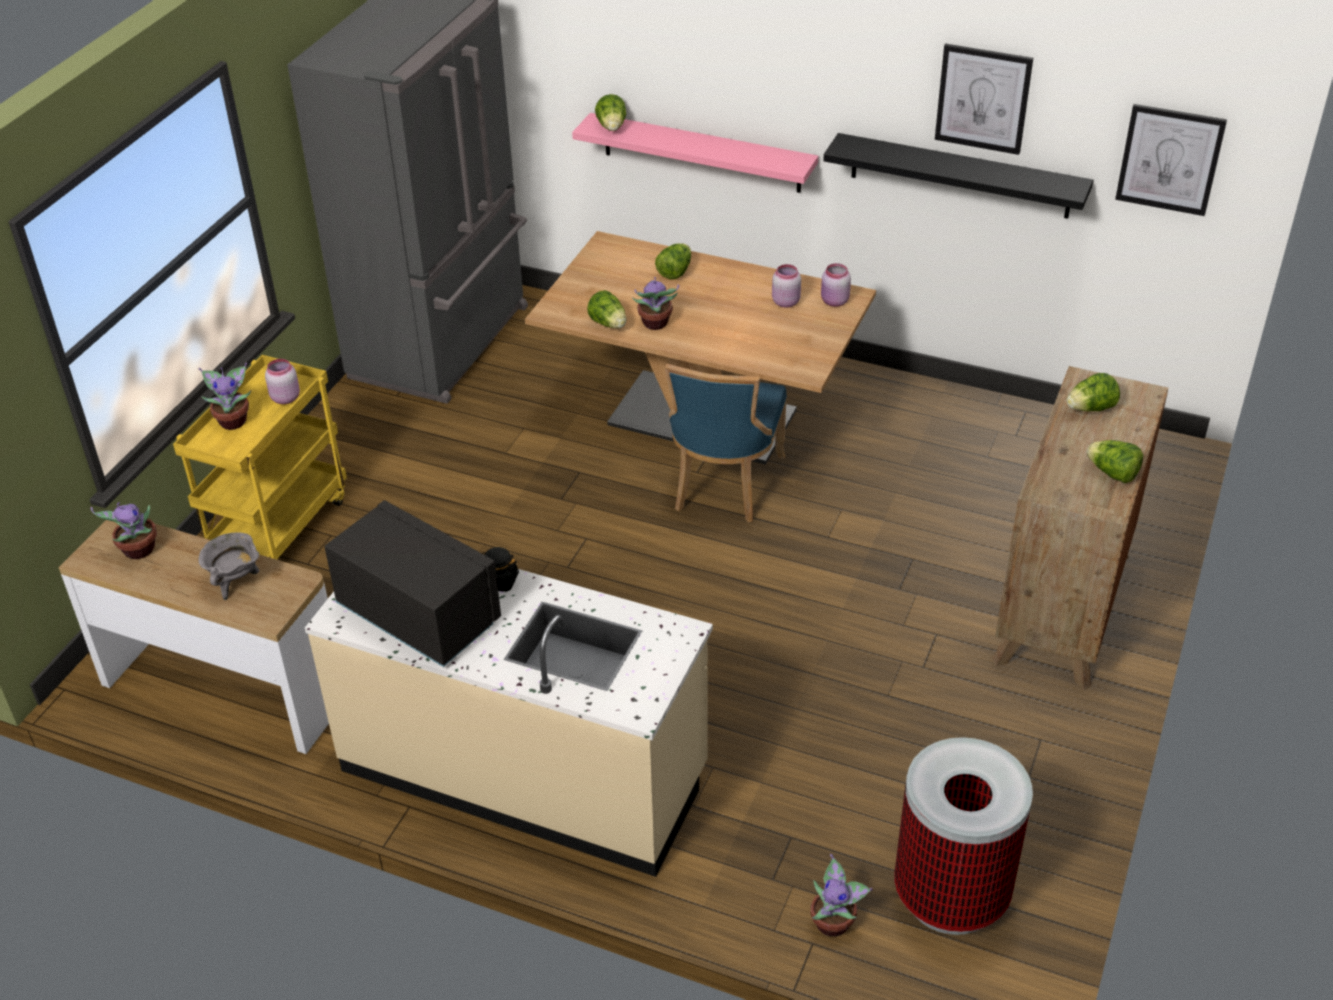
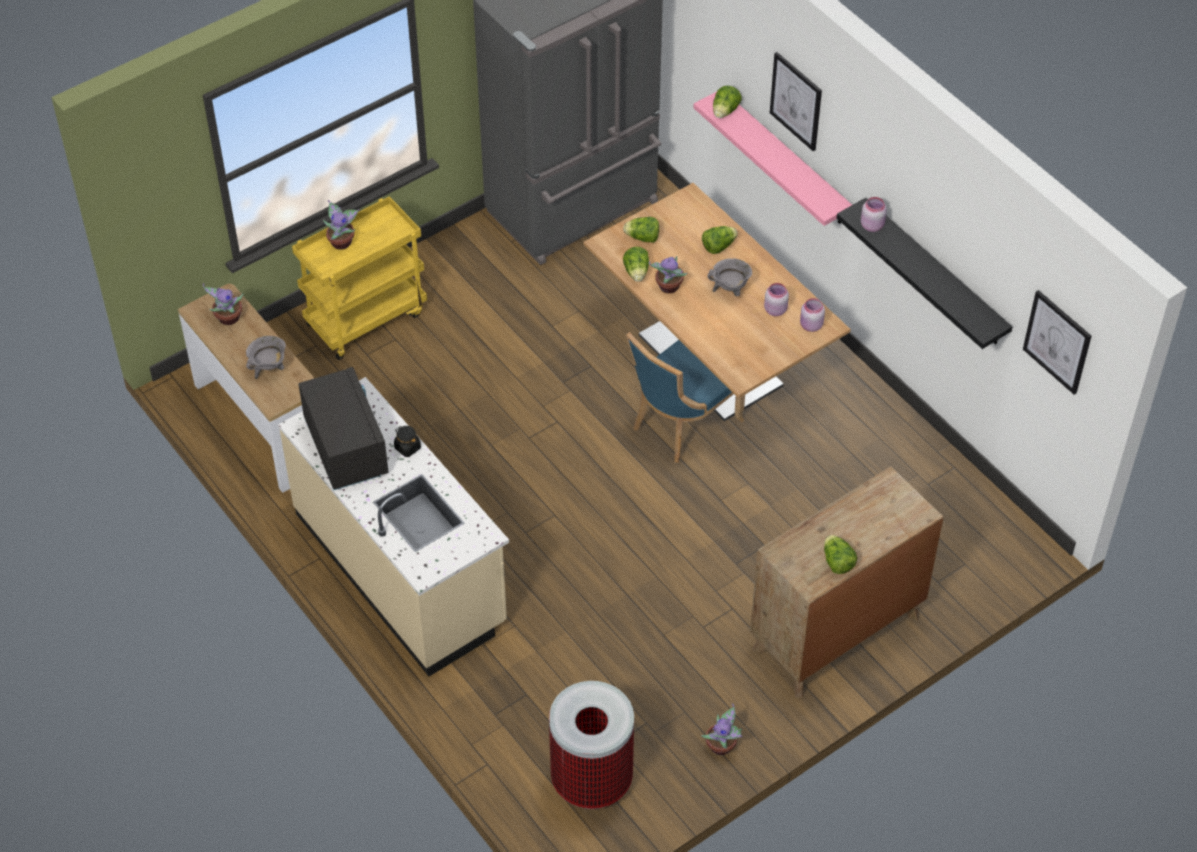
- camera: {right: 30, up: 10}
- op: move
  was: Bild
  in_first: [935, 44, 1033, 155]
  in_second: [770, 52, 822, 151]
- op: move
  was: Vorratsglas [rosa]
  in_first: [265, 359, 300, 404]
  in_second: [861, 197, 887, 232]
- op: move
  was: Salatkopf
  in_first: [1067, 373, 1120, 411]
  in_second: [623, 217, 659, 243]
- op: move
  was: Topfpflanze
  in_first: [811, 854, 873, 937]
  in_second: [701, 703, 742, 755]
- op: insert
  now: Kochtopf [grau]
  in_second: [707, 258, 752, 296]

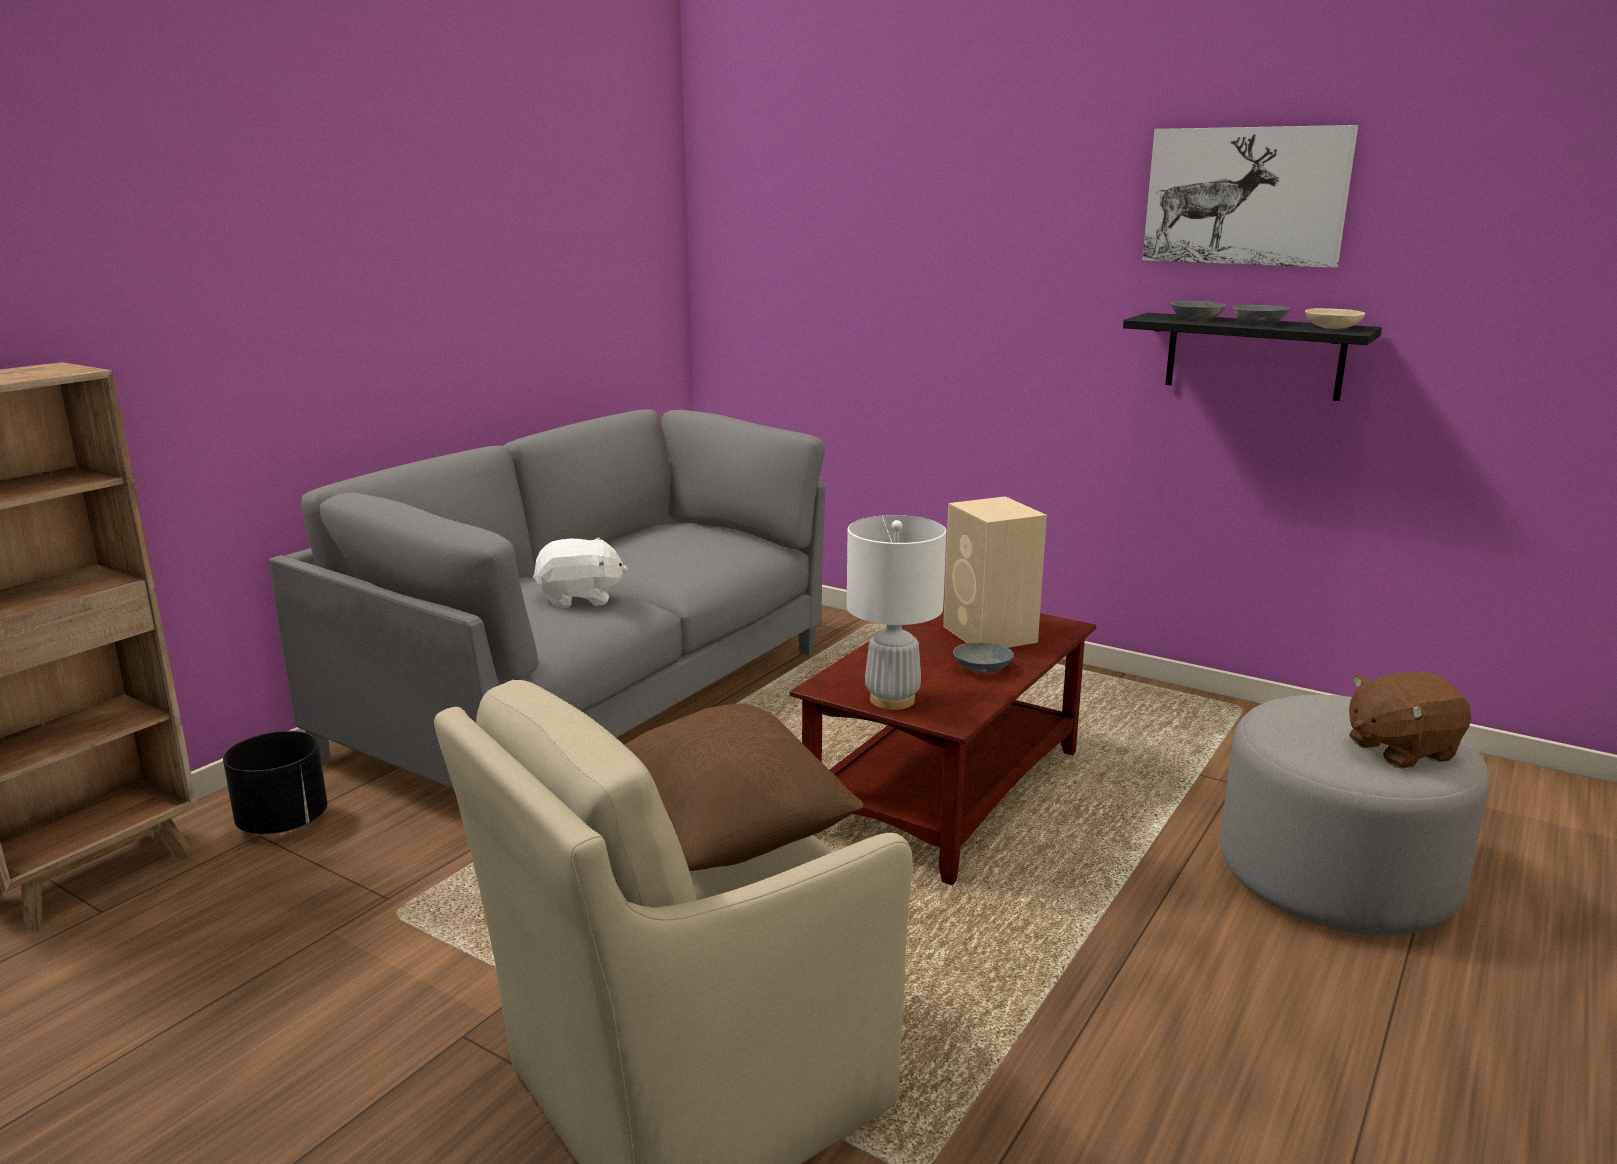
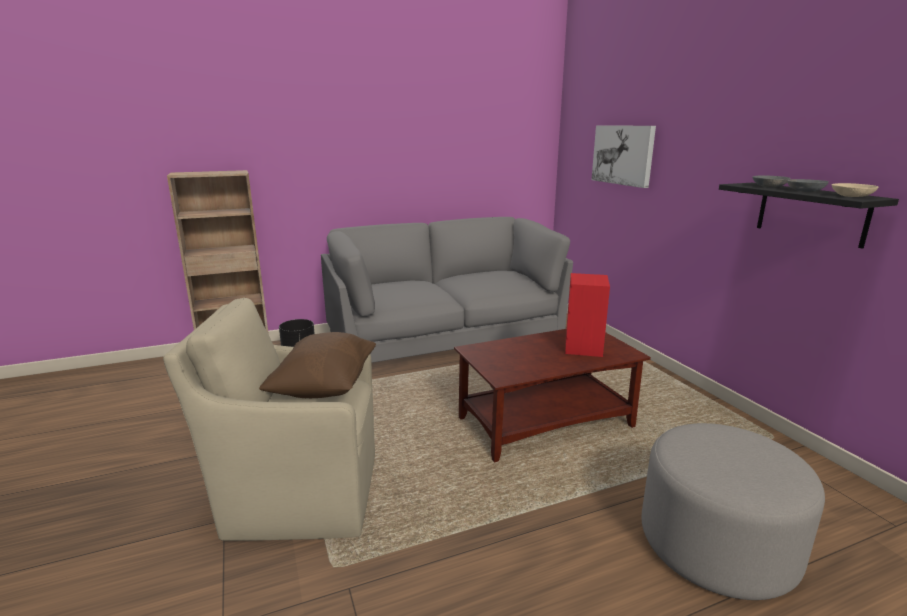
- camera: {right: 35, up: 0}
- op: move
  was: Bild
  in_first: [1143, 125, 1358, 268]
  in_second: [591, 126, 656, 188]
- op: recolor
  was: Lautsprecher [beige]
  now: Lautsprecher [rot]
  in_first: [943, 496, 1047, 648]
  in_second: [565, 273, 610, 357]
- op: delete
  was: Tischlampe [weiß]
  in_first: [847, 515, 946, 710]
- op: delete
  was: Plüschtier [weiß]
  in_first: [533, 538, 628, 608]
- op: delete
  was: Schüssel [grau]
  in_first: [953, 642, 1014, 673]
- op: delete
  was: Plüschtier [braun]
  in_first: [1349, 672, 1472, 768]

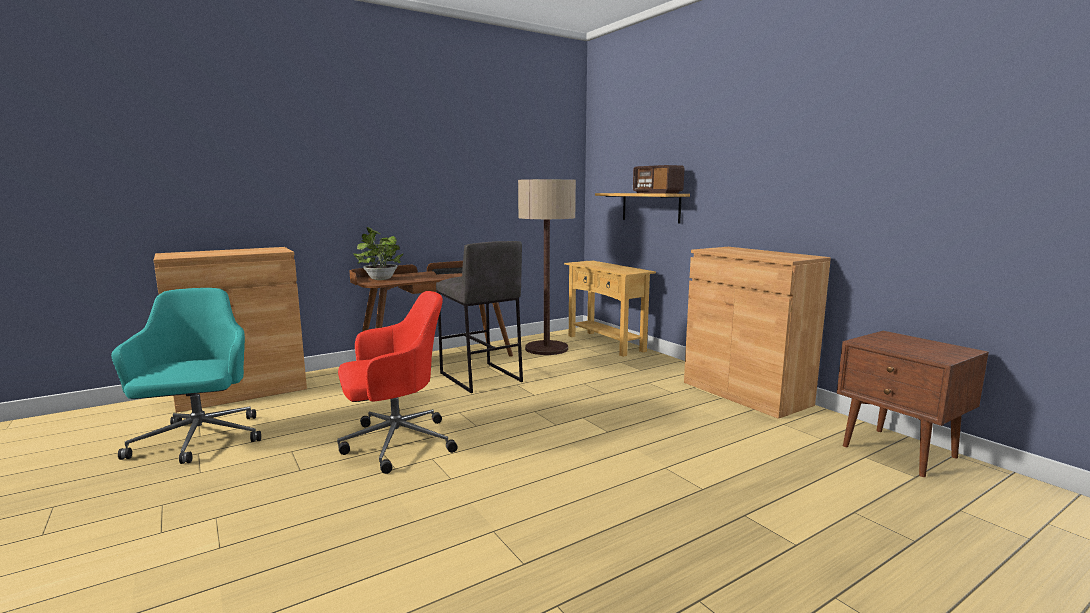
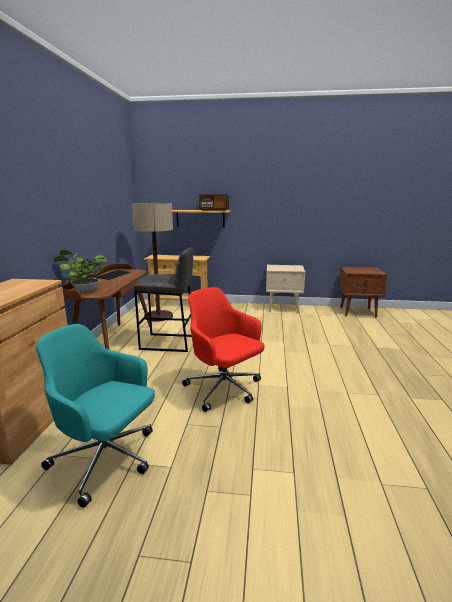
- camera: {right: -50, up: 5}
- op: replace
  was: Schrank [braun]
  now: Nachttisch [beige]
  in_first: [684, 247, 831, 419]
  in_second: [266, 265, 305, 313]
- op: rotate
  was: Bürostuhl [rot]
  in_first: [337, 291, 457, 474]
  in_second: [182, 287, 265, 412]
  clockwise: -60

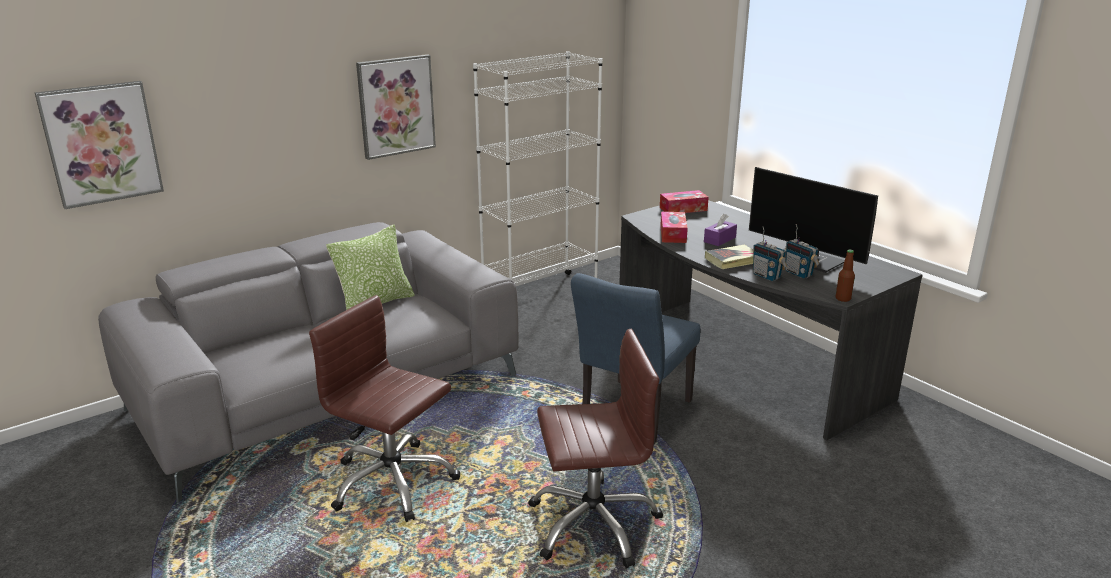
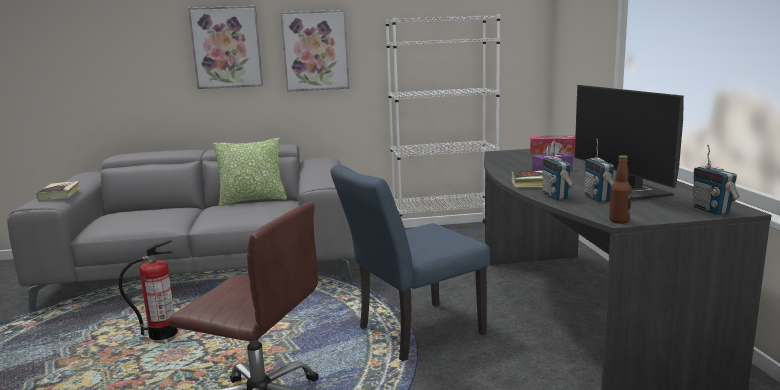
- camera: {right: 30, up: -10}
- op: move
  was: Bild
  in_first: [35, 81, 164, 209]
  in_second: [188, 6, 263, 89]
- op: delete
  was: Taschentuchbox
  in_first: [660, 212, 688, 243]
- op: replace
  was: Bürostuhl [braun]
  now: Feuerlöscher
  in_first: [309, 295, 460, 522]
  in_second: [118, 240, 178, 340]
- op: insert
  now: Radio
  in_second: [693, 145, 739, 215]
- op: insert
  now: Buch
  in_second: [36, 181, 80, 200]

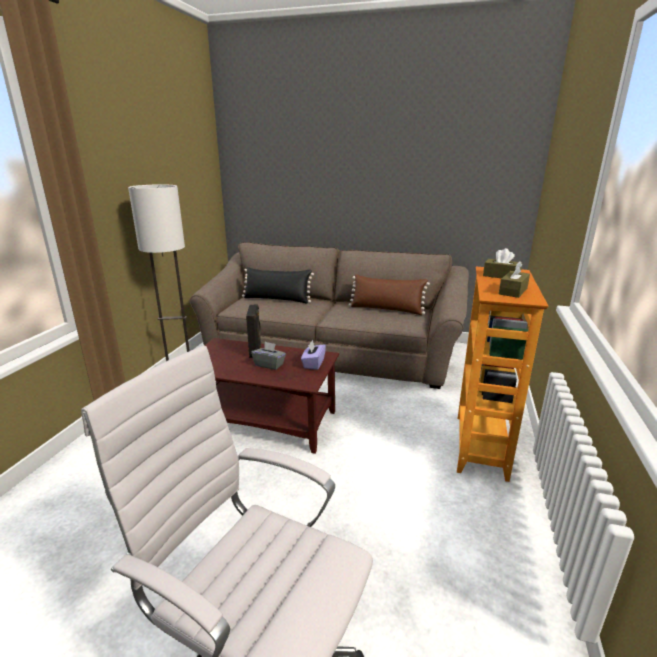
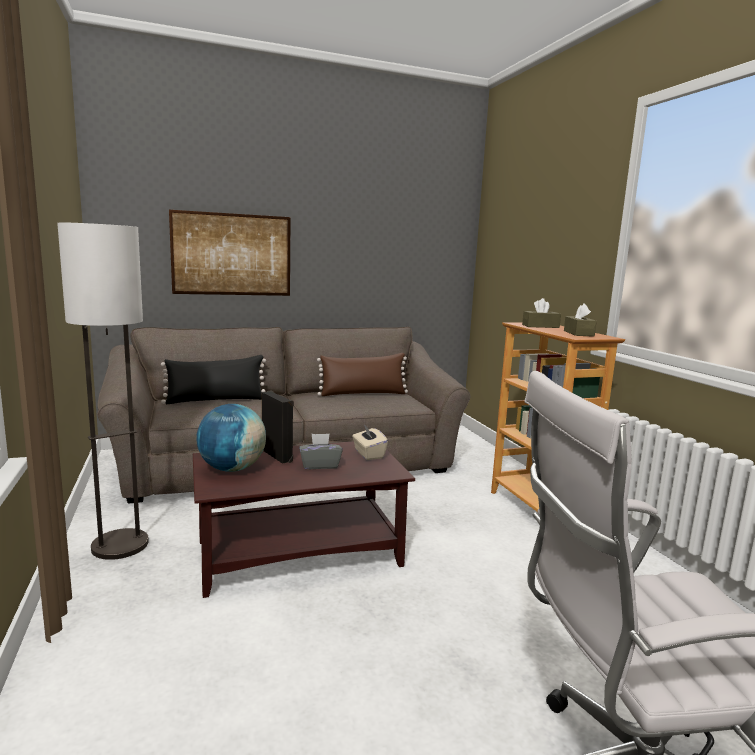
- camera: {right: -35, up: -10}
- op: recolor
  was: Taschentuchbox [lila]
  now: Taschentuchbox [beige]
  in_first: [301, 340, 326, 370]
  in_second: [352, 424, 388, 460]
- op: insert
  now: Bild
  in_second: [169, 210, 291, 296]
- op: insert
  now: Globus
  in_second: [196, 404, 266, 472]

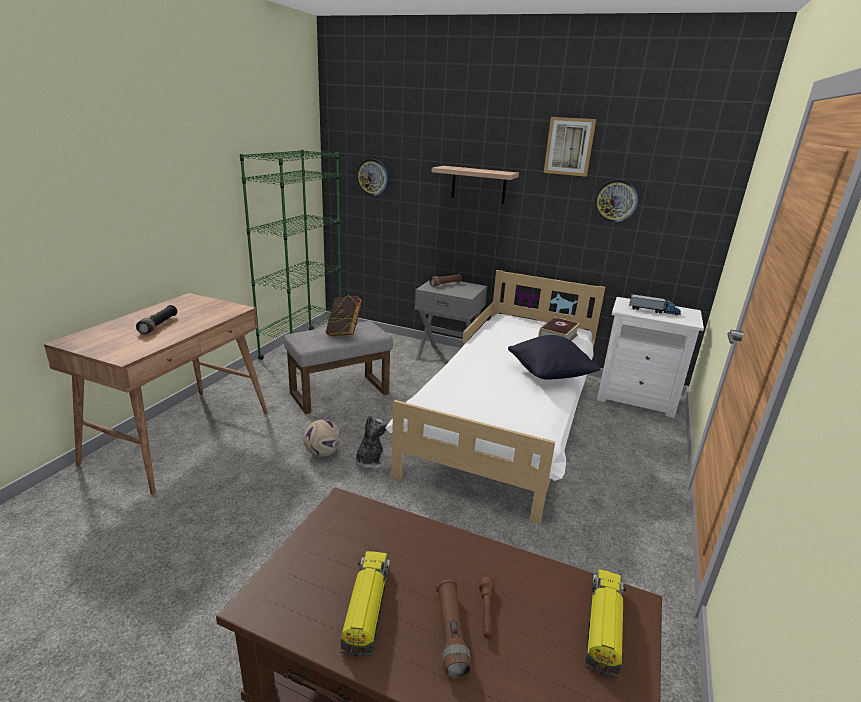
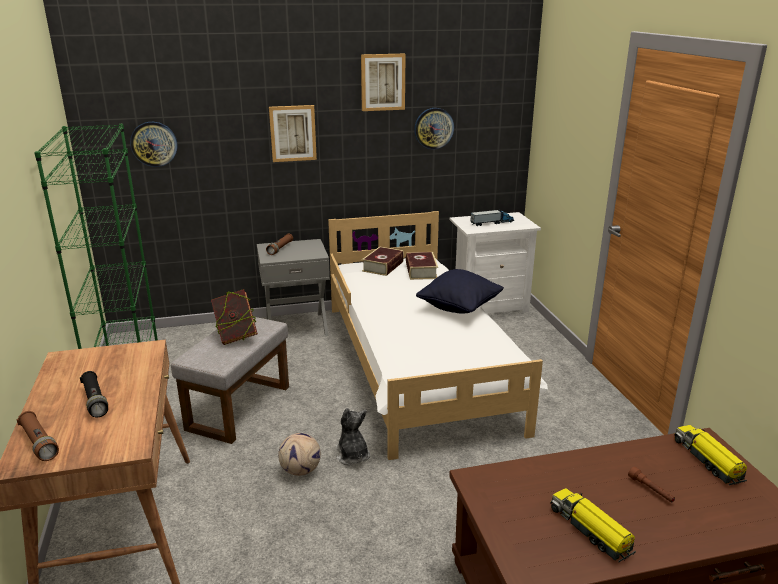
- camera: {right: -35, up: 0}
- op: replace
  was: Wandregal
  now: Bild
  in_first: [432, 166, 519, 204]
  in_second: [269, 105, 317, 162]
- op: move
  was: Taschenlampe [braun]
  in_first: [436, 579, 471, 679]
  in_second: [16, 411, 59, 461]
- op: insert
  now: Buch
  in_second: [362, 247, 404, 276]

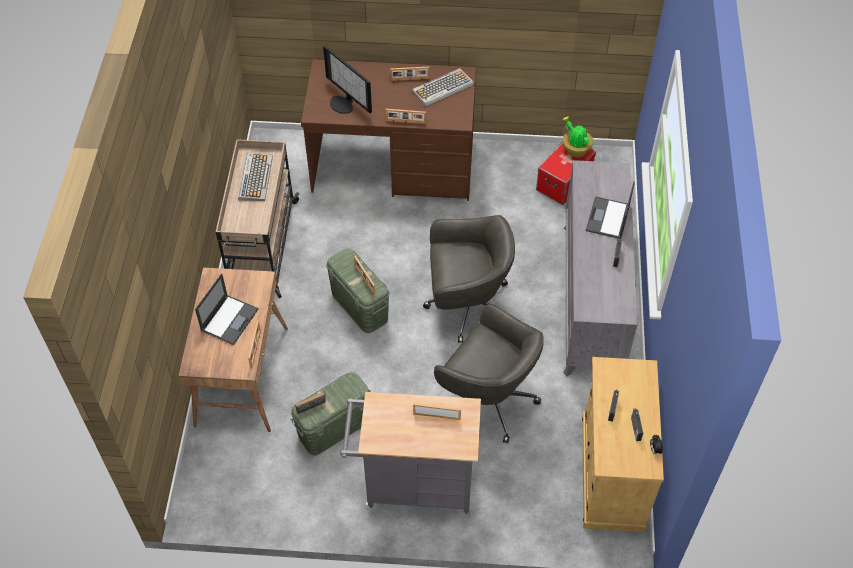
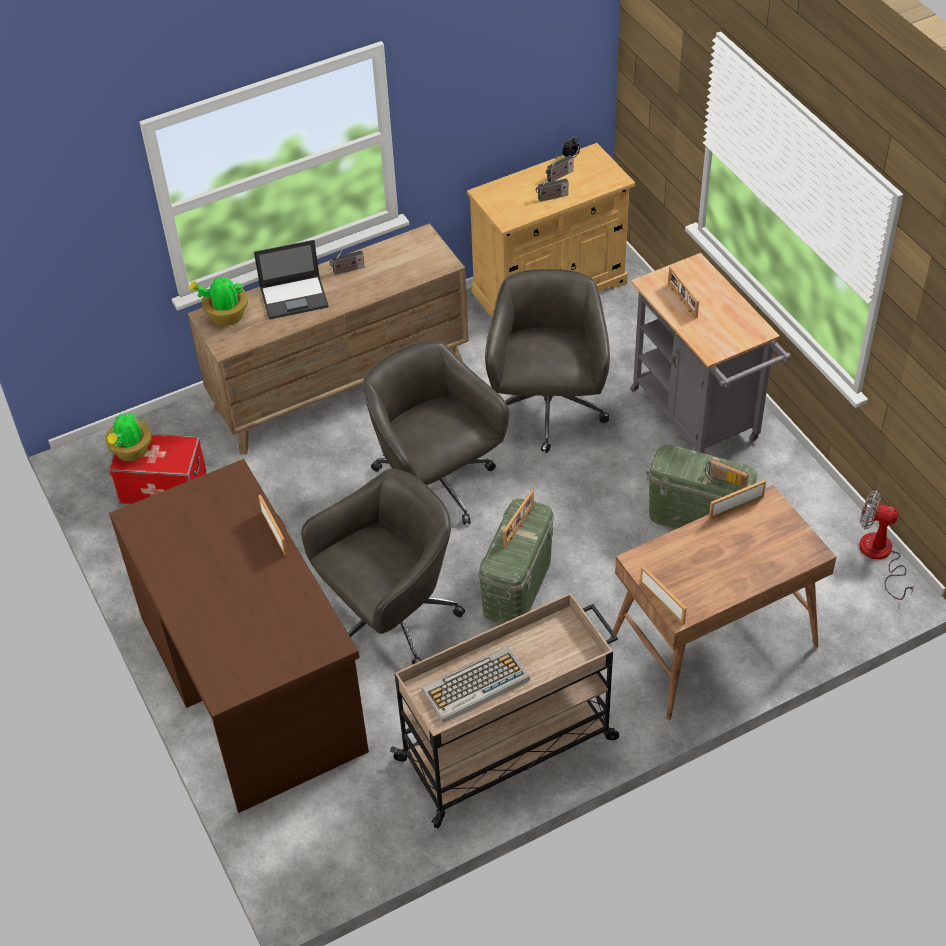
- camera: {right: -120, up: -5}
- op: delete
  was: Monitor
  in_first: [323, 46, 372, 114]
- op: move
  was: Bilderrahmen
  in_first: [390, 67, 429, 81]
  in_second: [640, 566, 687, 625]
- op: delete
  was: Tastatur
  in_first: [412, 68, 474, 107]
- op: recolor
  was: Kommode [grau]
  now: Kommode [braun]
  in_first: [563, 160, 637, 377]
  in_second: [188, 223, 469, 455]
- op: delete
  was: Laptop
  in_first: [195, 273, 258, 345]
- op: insert
  now: Topfpflanze
  in_second: [188, 276, 248, 326]
- op: insert
  now: Bürostuhl [grau]
  in_second: [301, 469, 465, 664]
- op: insert
  now: Ventilator
  in_second: [859, 491, 915, 600]

